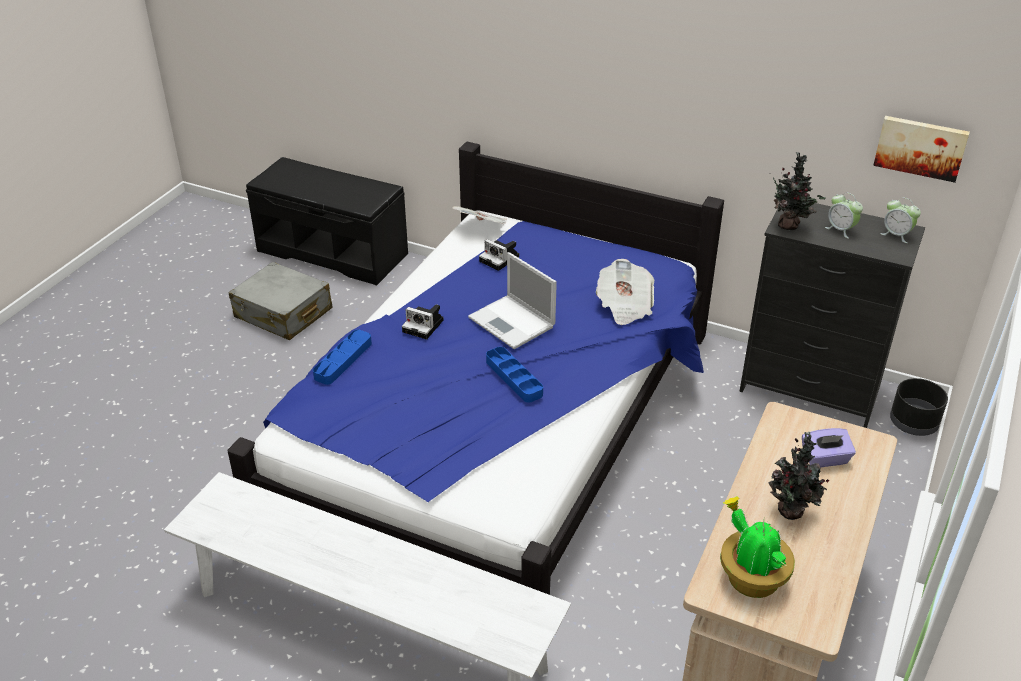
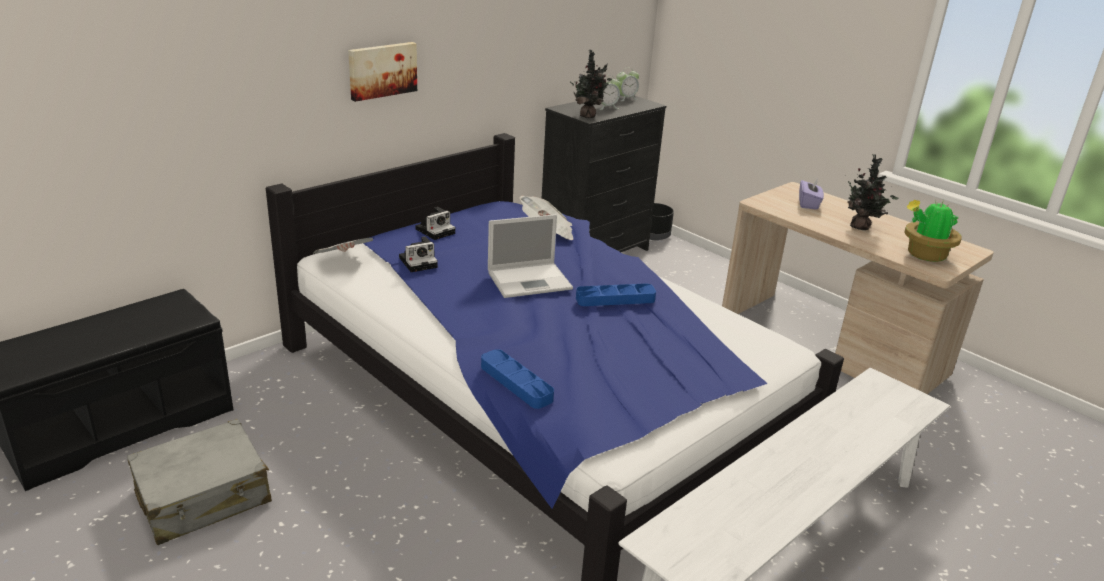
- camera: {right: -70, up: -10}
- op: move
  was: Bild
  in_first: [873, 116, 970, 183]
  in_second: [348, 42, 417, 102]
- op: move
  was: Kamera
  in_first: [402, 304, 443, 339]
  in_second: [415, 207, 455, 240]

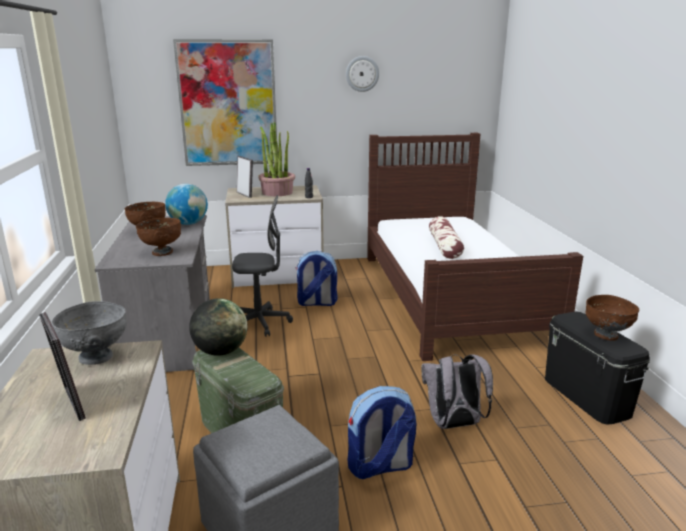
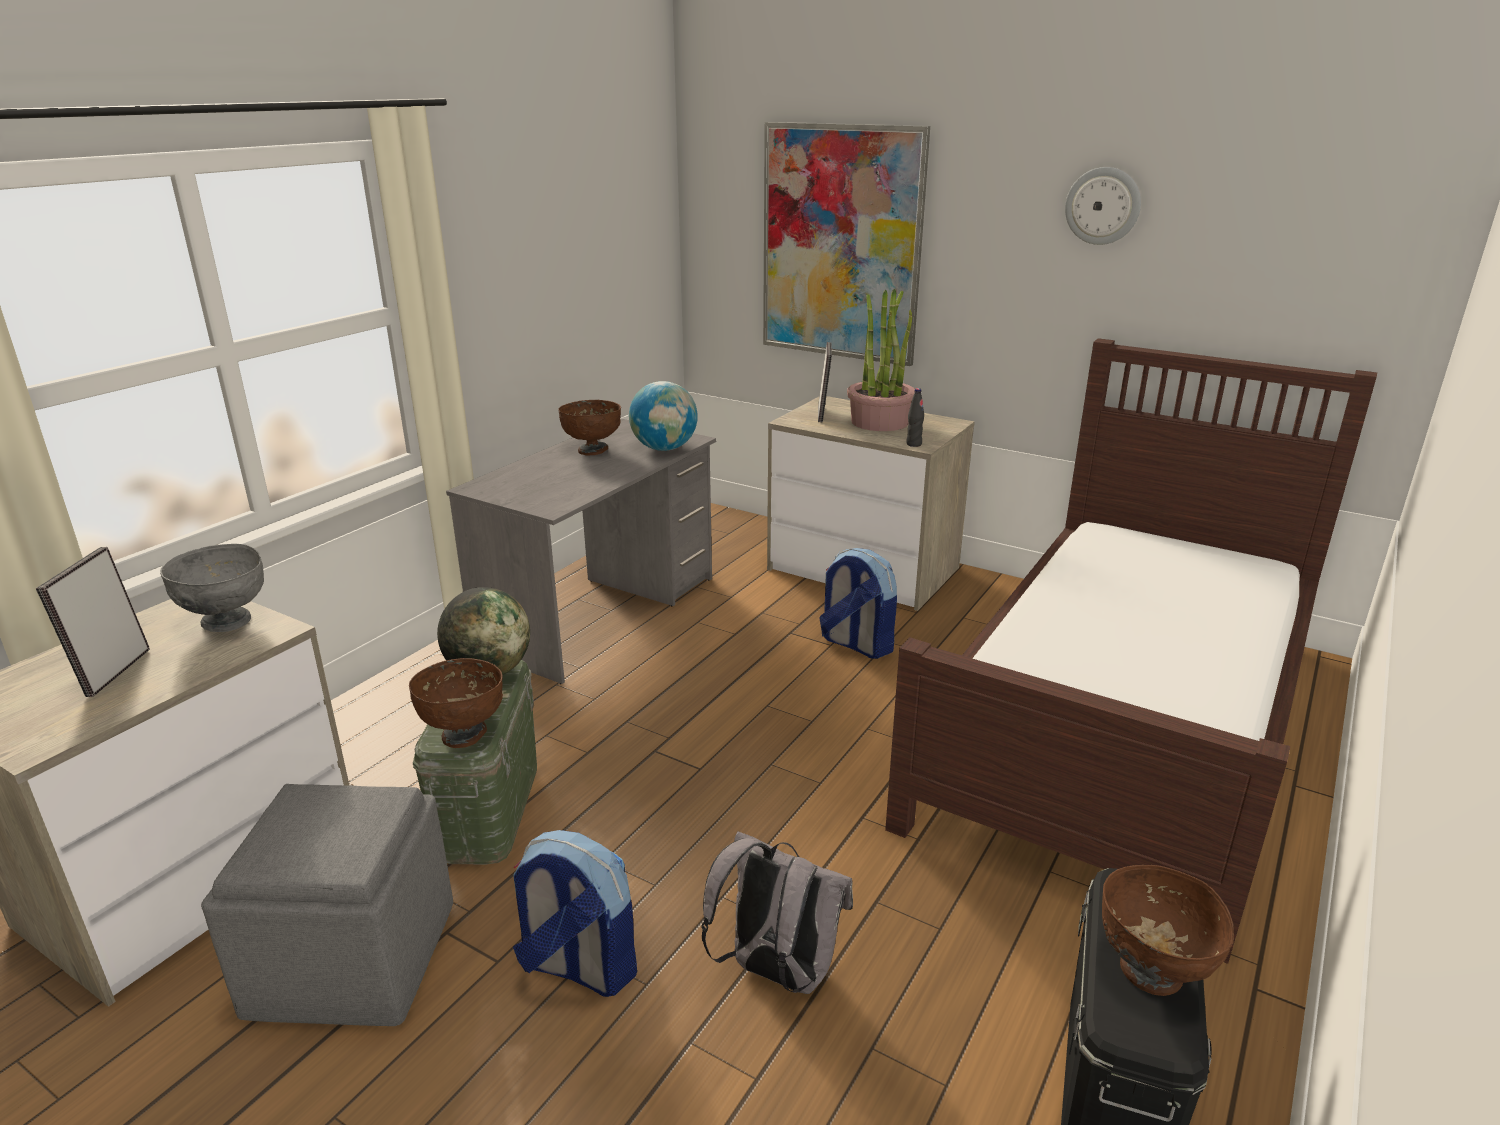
- camera: {right: 40, up: 5}
- op: delete
  was: Bürostuhl [grau]
  in_first: [232, 195, 293, 337]
- op: delete
  was: Kissen
  in_first: [429, 216, 464, 259]
- op: move
  was: Schüssel [braun]
  in_first: [136, 218, 181, 256]
  in_second: [409, 658, 503, 748]

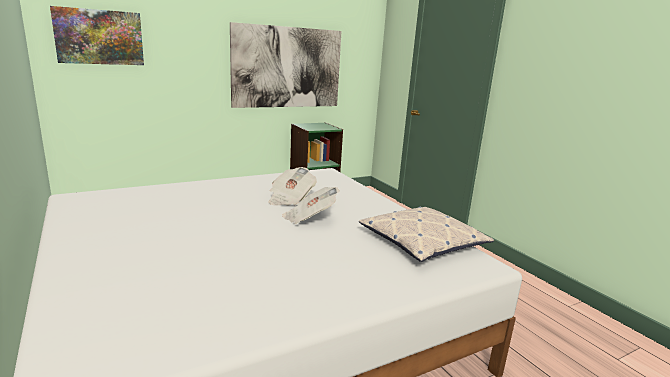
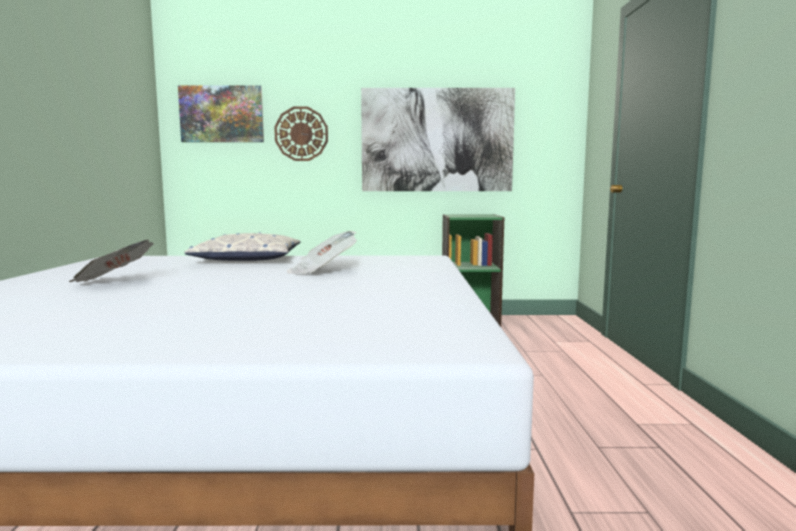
- camera: {right: 30, up: -10}
- op: move
  was: Zeitung
  in_first: [282, 187, 340, 224]
  in_second: [69, 240, 153, 282]
- op: move
  was: Kissen
  in_first: [359, 207, 494, 262]
  in_second: [184, 232, 301, 261]
- op: insert
  now: Wanduhr
  in_second: [274, 106, 328, 161]

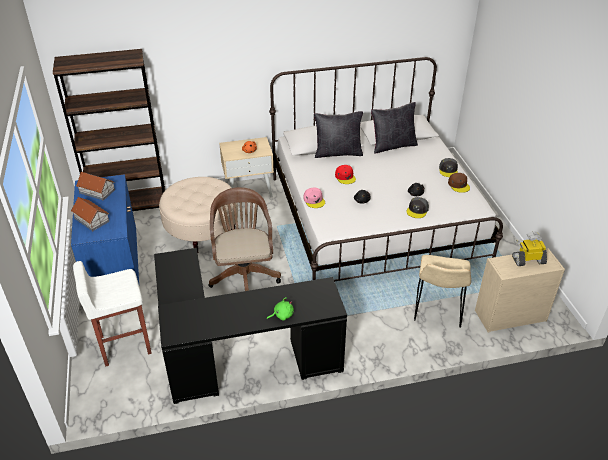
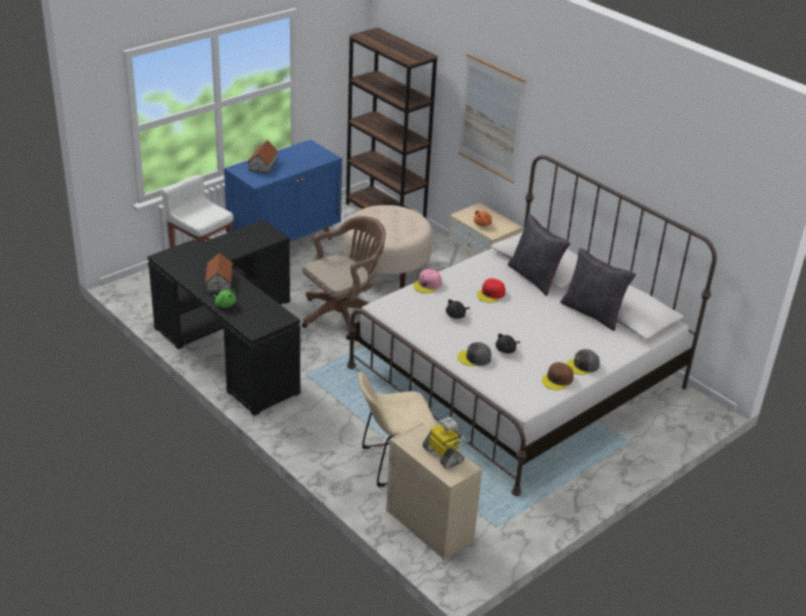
- camera: {right: 60, up: -5}
- op: move
  was: Spielzeughaus
  in_first: [76, 172, 115, 201]
  in_second: [205, 253, 233, 293]
- op: insert
  now: Bild
  in_second: [458, 53, 526, 183]

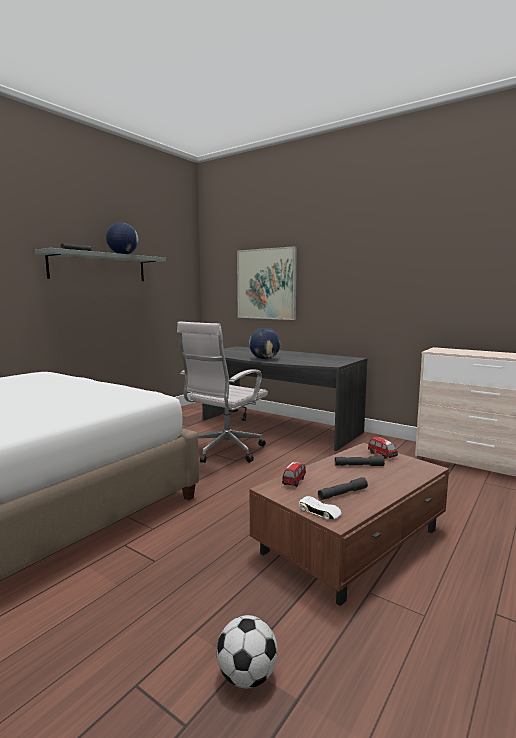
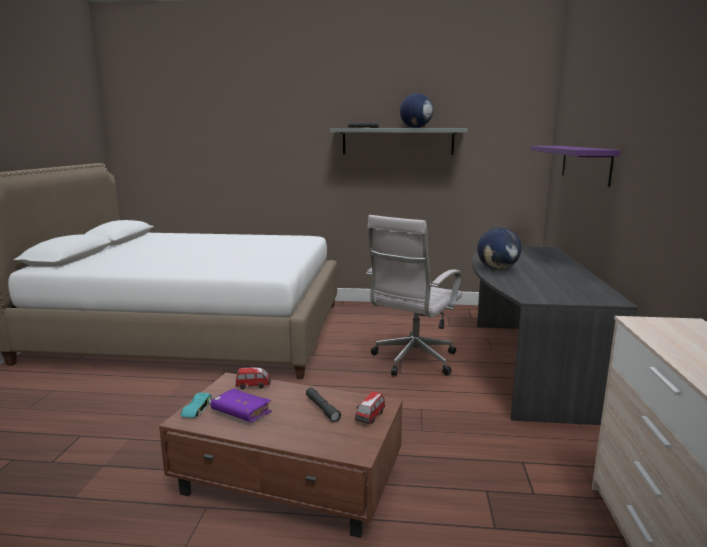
- camera: {right: 60, up: 5}
- op: replace
  was: Bild
  now: Wandregal [lila]
  in_first: [237, 246, 297, 320]
  in_second: [531, 146, 620, 187]
- op: rotate
  was: Bürostuhl [weiß]
  in_first: [177, 321, 268, 463]
  in_second: [366, 215, 462, 376]
  clockwise: -60
- op: replace
  was: Taschenlampe [grau]
  now: Buch [lila]
  in_first: [318, 477, 368, 500]
  in_second: [211, 388, 272, 422]
- op: recolor
  was: Spielzeugauto [weiß]
  now: Spielzeugauto [türkis]
  in_first: [299, 496, 342, 520]
  in_second: [181, 393, 212, 418]
- op: delete
  was: Fußball
  in_first: [217, 615, 278, 688]

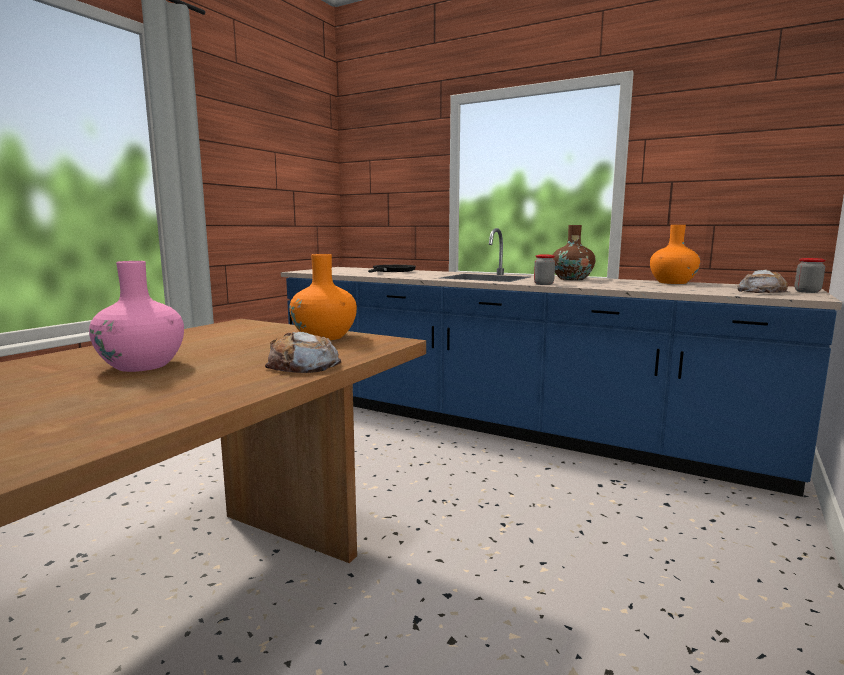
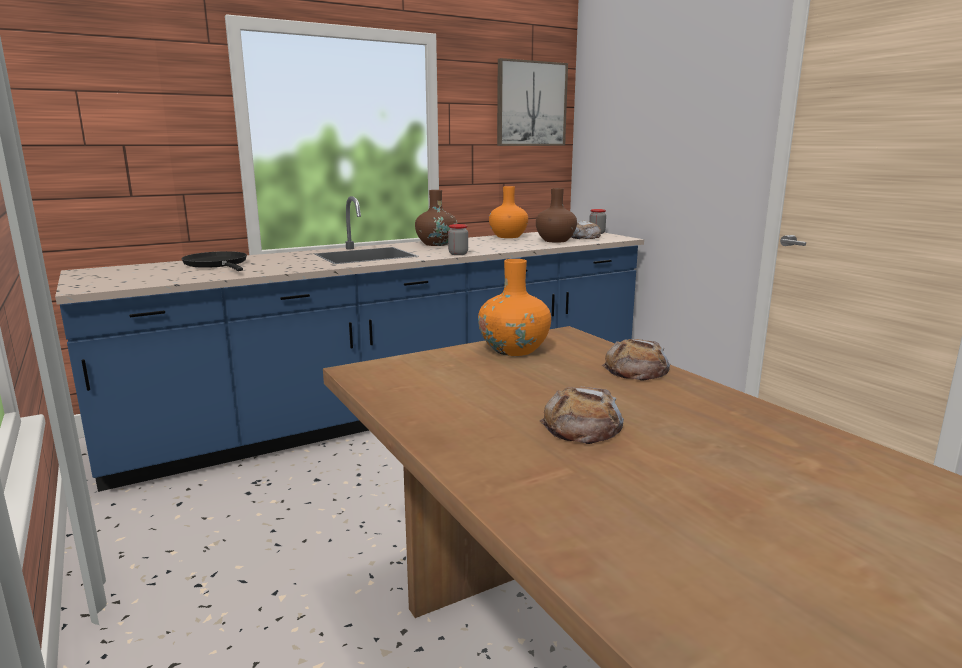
- camera: {right: -60, up: 5}
- op: replace
  was: Vase [rosa]
  now: Brot
  in_first: [89, 261, 184, 372]
  in_second: [540, 387, 624, 444]
- op: insert
  now: Bild
  in_second: [497, 58, 568, 146]
- op: insert
  now: Vase [braun]
  in_second: [536, 188, 577, 243]

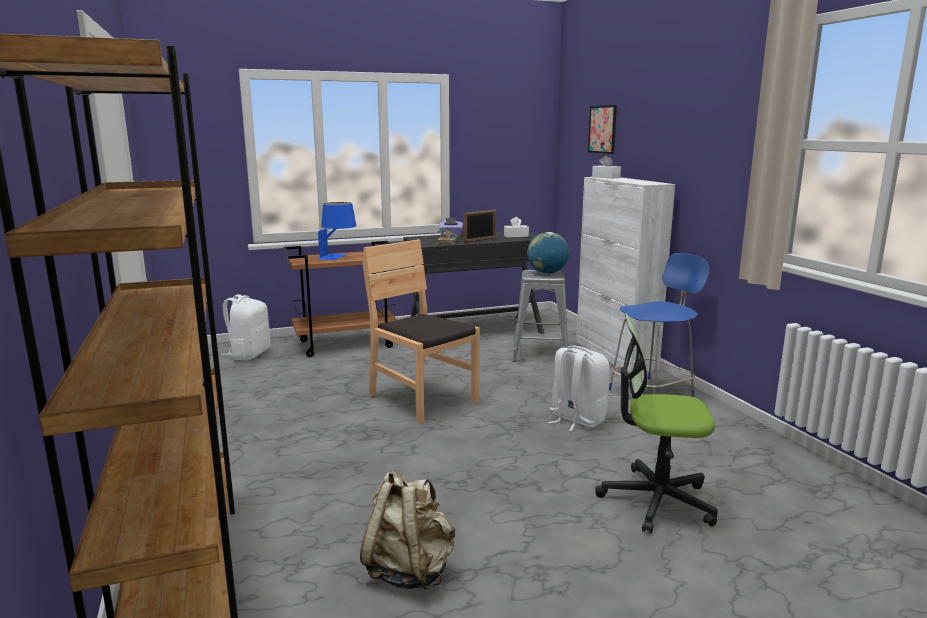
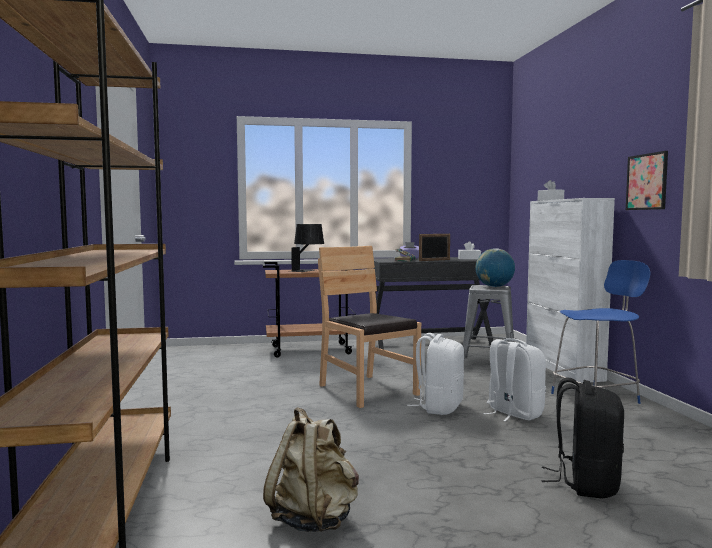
- camera: {right: 10, up: -10}
- op: move
  was: Bild
  in_first: [588, 105, 617, 154]
  in_second: [626, 151, 668, 210]
- op: recolor
  was: Tischlampe [blau]
  now: Tischlampe [schwarz]
  in_first: [317, 202, 356, 260]
  in_second: [289, 224, 324, 272]
- op: move
  was: Rucksack [weiß]
  in_first: [221, 294, 270, 360]
  in_second: [407, 333, 464, 415]
- op: replace
  was: Bürostuhl
  now: Rucksack [schwarz]
  in_first: [595, 313, 718, 534]
  in_second: [541, 378, 624, 499]

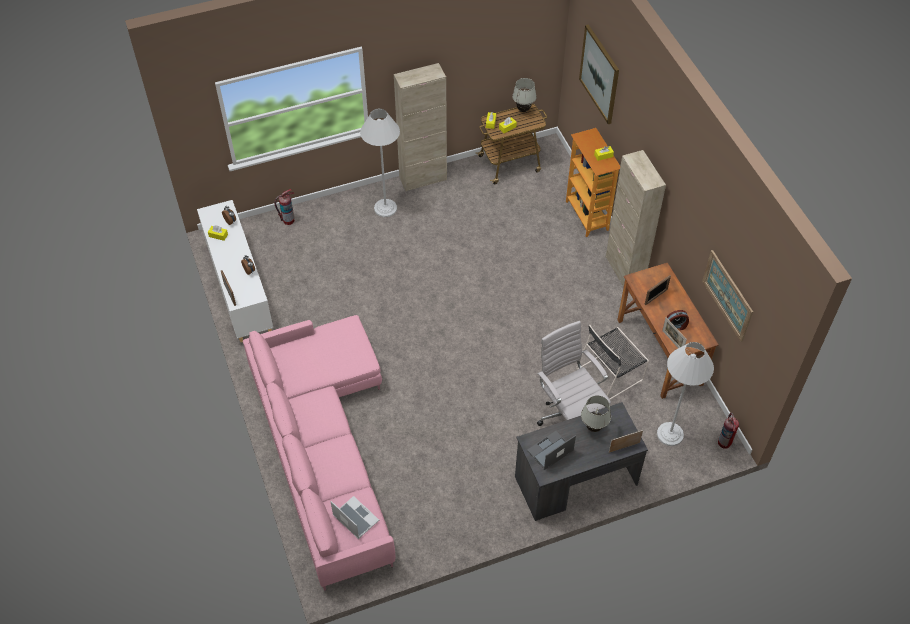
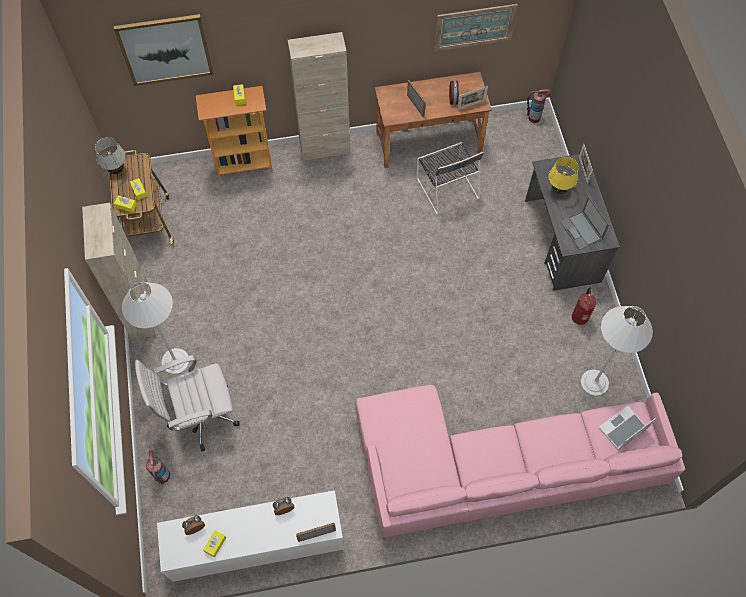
- camera: {right: -80, up: 10}
- op: move
  was: Bürostuhl [weiß]
  in_first: [537, 321, 611, 426]
  in_second: [135, 355, 240, 452]
- op: move
  was: Stehlampe [weiß]
  in_first: [657, 342, 714, 446]
  in_second: [580, 306, 653, 396]
- op: recolor
  was: Tischlampe [weiß]
  now: Tischlampe [gelb]
  in_first: [581, 395, 611, 432]
  in_second: [548, 157, 579, 194]
- op: insert
  now: Feuerlöscher
  in_second: [572, 287, 596, 325]

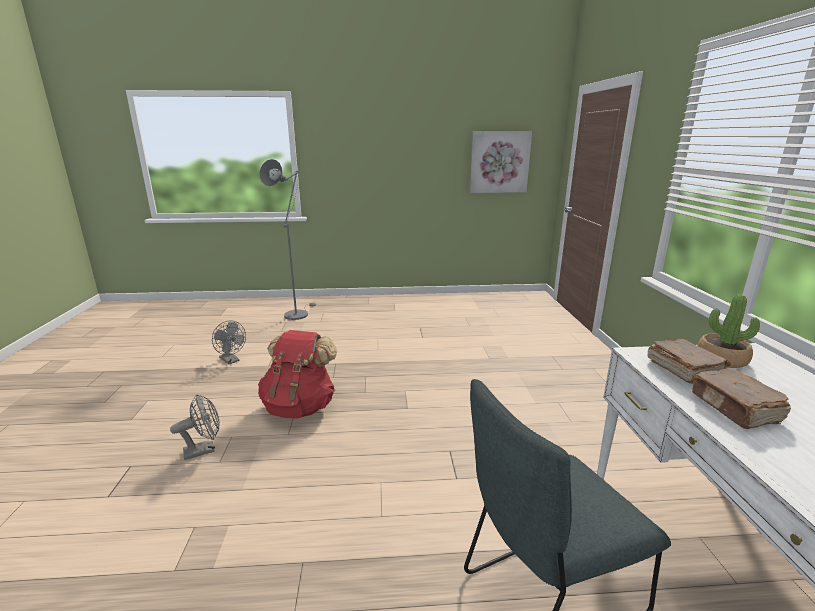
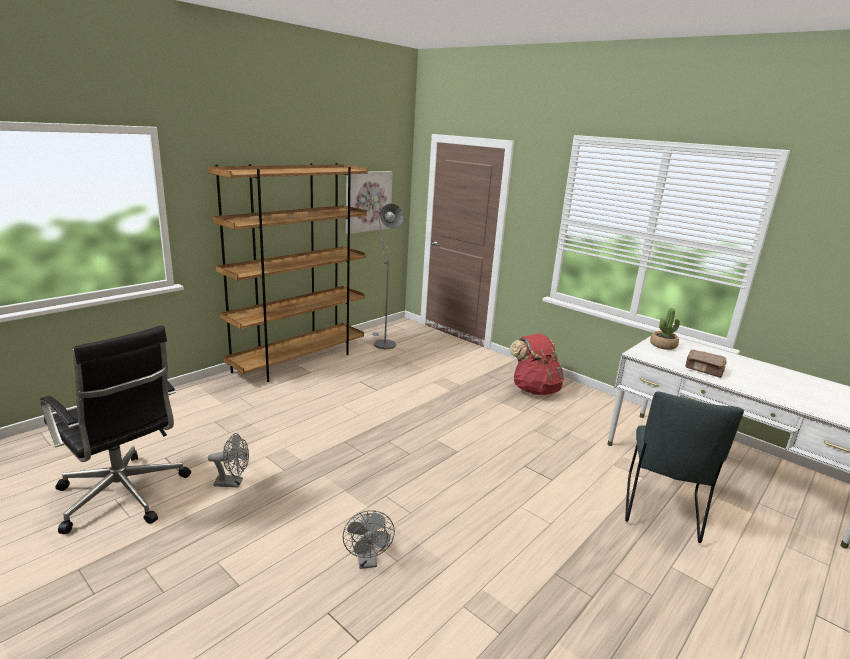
- camera: {right: -45, up: 0}
- op: move
  was: Stehlampe [grau]
  in_first: [259, 159, 316, 320]
  in_second: [369, 203, 403, 349]
- op: move
  was: Rucksack [rot]
  in_first: [258, 330, 337, 419]
  in_second: [510, 334, 564, 395]
- op: delete
  was: Buch [braun]
  in_first: [647, 338, 731, 384]
- op: rotate
  was: Ventilator [grau]
  in_first: [170, 394, 220, 460]
  in_second: [343, 510, 395, 569]
  clockwise: 150
- op: insert
  now: Bücherregal [braun]
  in_second: [208, 163, 368, 382]
- op: insert
  now: Bürostuhl [schwarz]
  in_second: [40, 325, 191, 534]

